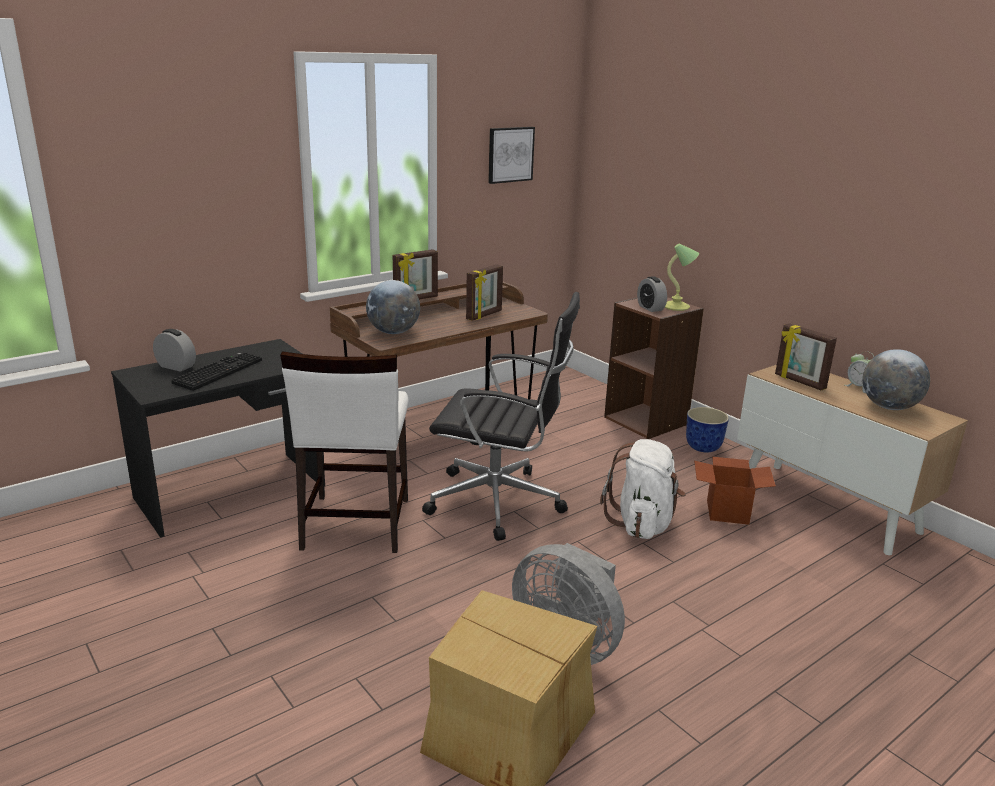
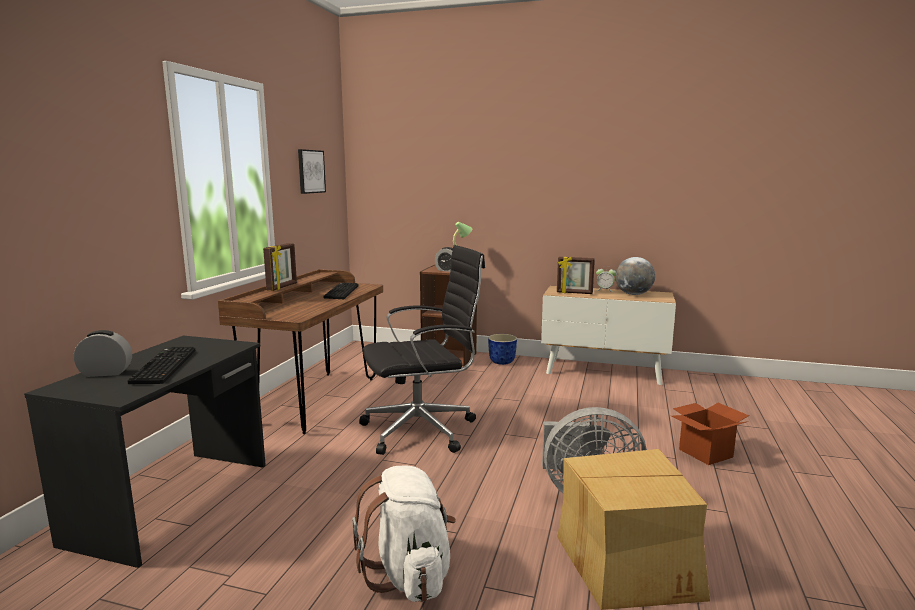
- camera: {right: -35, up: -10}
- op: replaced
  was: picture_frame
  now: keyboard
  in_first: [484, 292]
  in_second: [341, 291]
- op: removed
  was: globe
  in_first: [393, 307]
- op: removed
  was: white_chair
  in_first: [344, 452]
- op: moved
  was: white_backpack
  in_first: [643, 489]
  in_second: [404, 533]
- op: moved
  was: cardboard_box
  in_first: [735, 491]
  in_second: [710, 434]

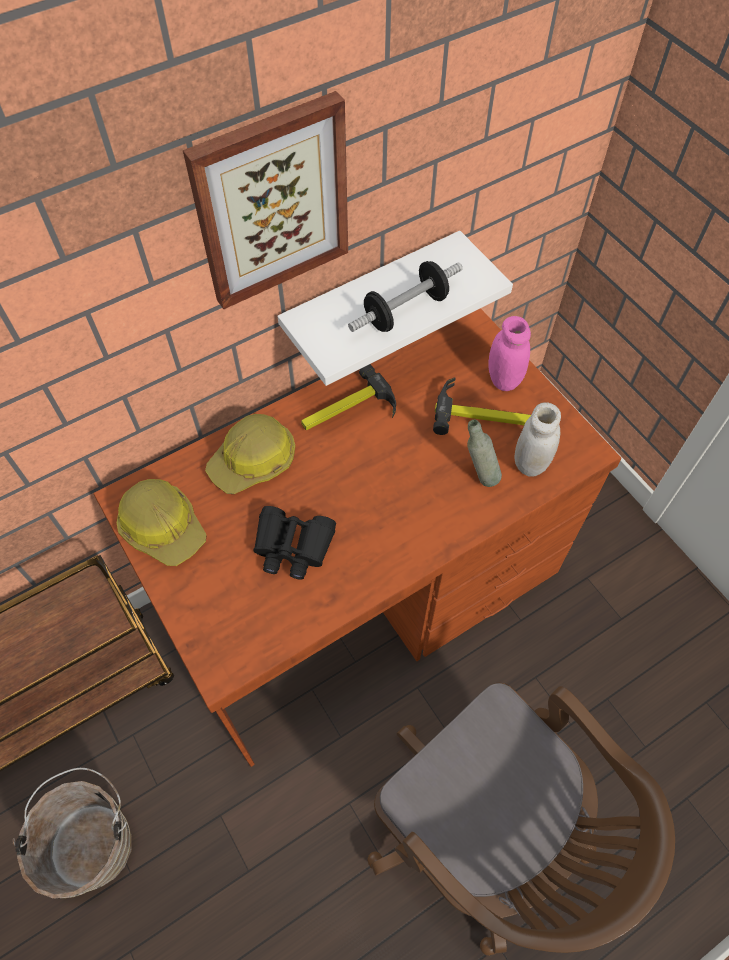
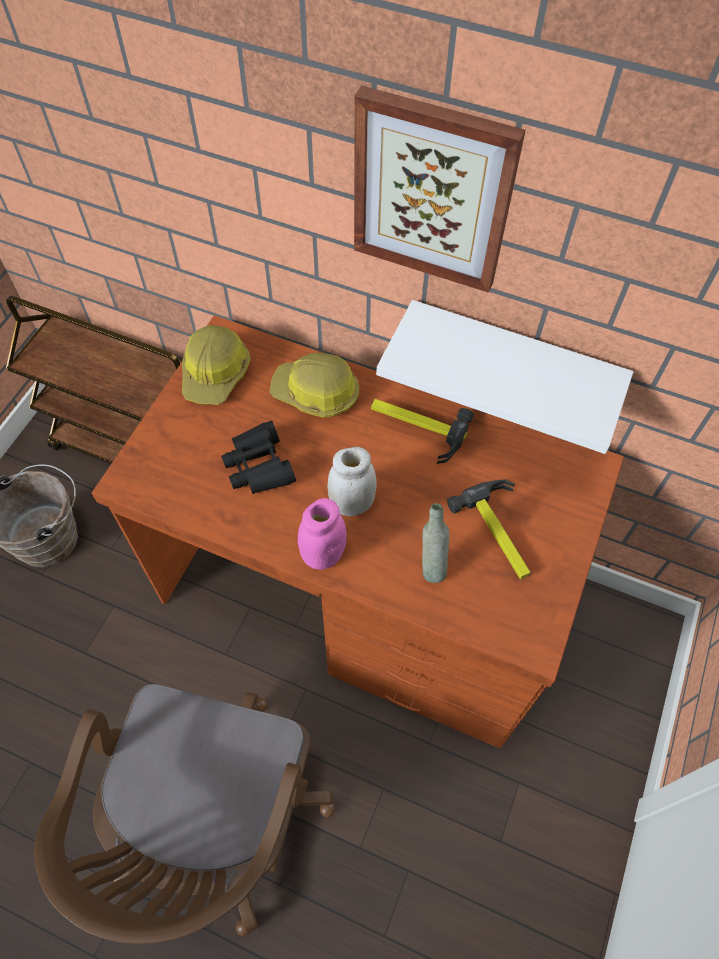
- camera: {right: 55, up: 0}
- op: removed
  was: dumbbell
  in_first: [405, 296]
- op: moved
  was: pink_jar
  in_first: [510, 353]
  in_second: [322, 534]
- op: moved
  was: white_jar
  in_first: [537, 439]
  in_second: [352, 481]

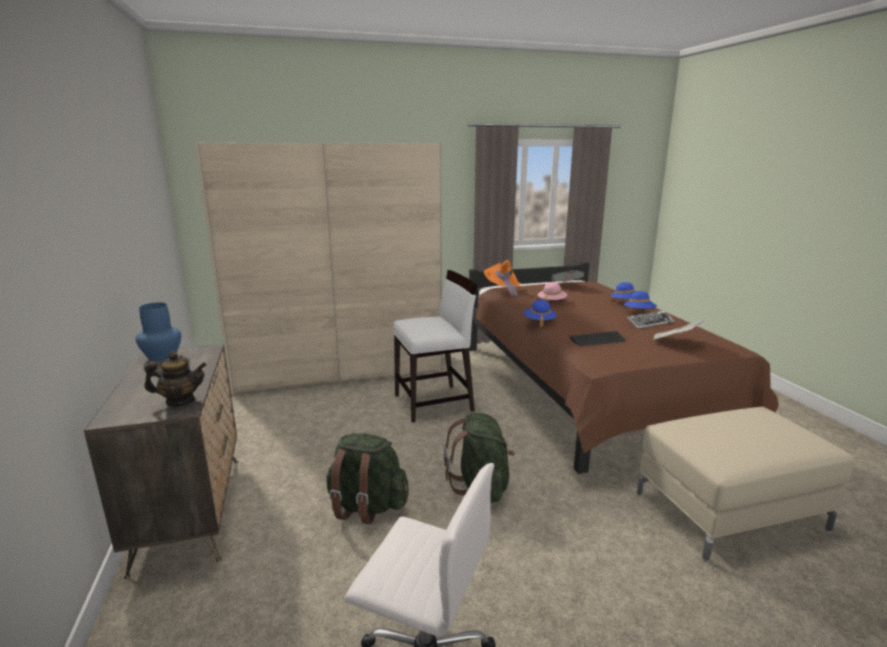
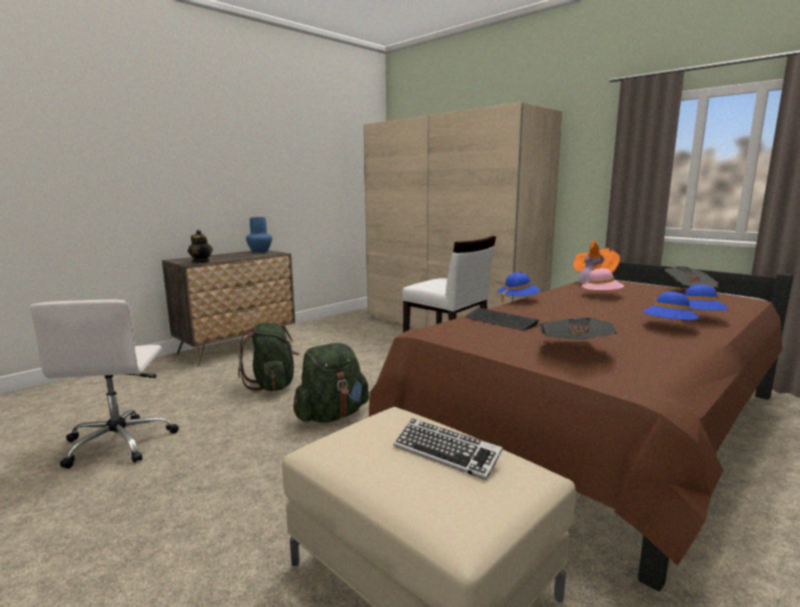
- camera: {right: 60, up: -5}
- op: moved
  was: keyboard
  in_first: [651, 320]
  in_second: [448, 449]

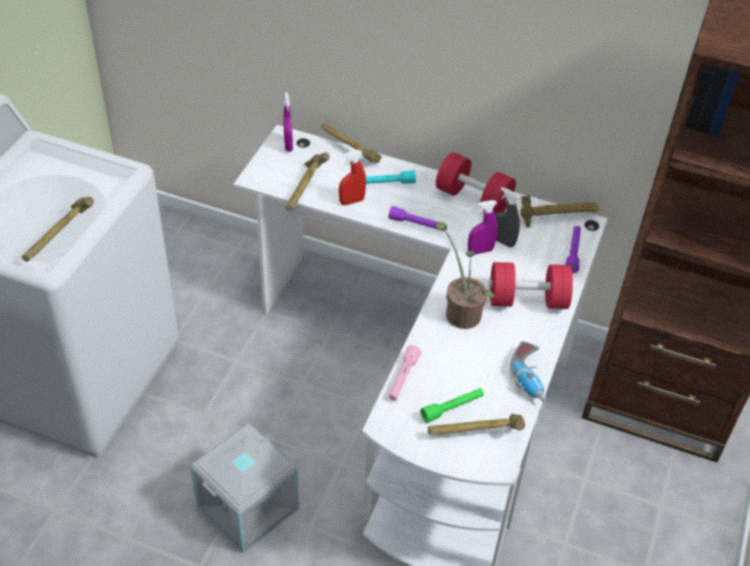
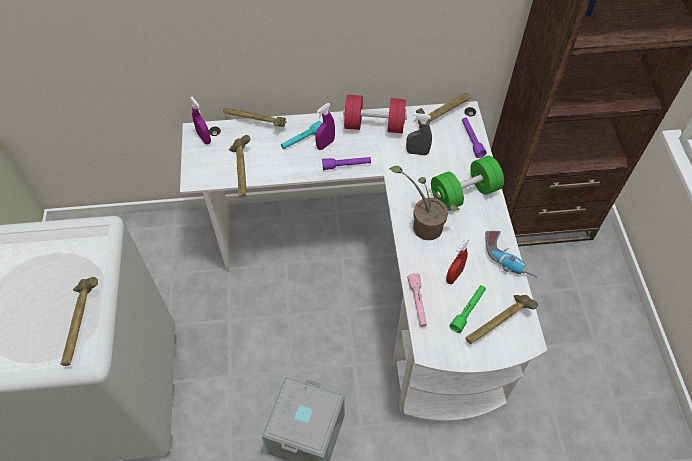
- camera: {right: -25, up: 10}
- op: moved
  was: red_spray_bottle
  in_first: [352, 177]
  in_second: [457, 261]
- op: moved
  was: purple_spray_bottle
  in_first: [483, 227]
  in_second: [325, 126]
- op: recoloured
  was: red_dumbbell
  now: green_dumbbell
  in_first: [531, 285]
  in_second: [467, 183]

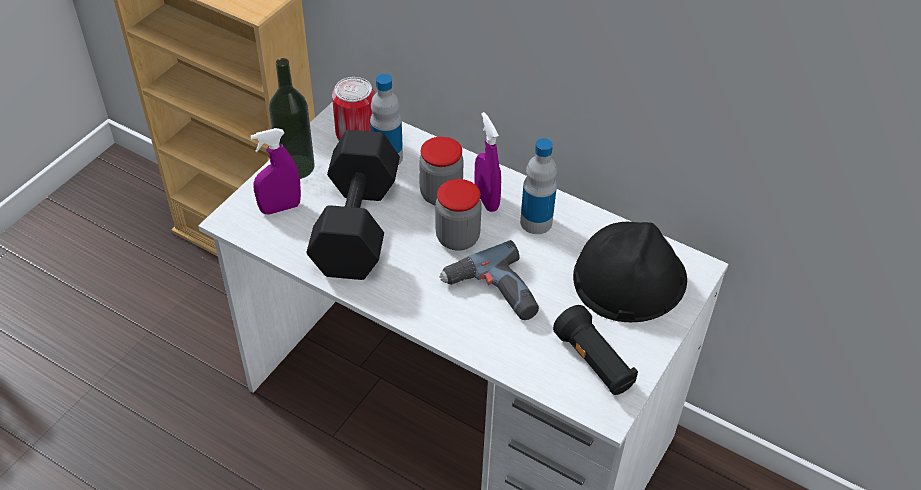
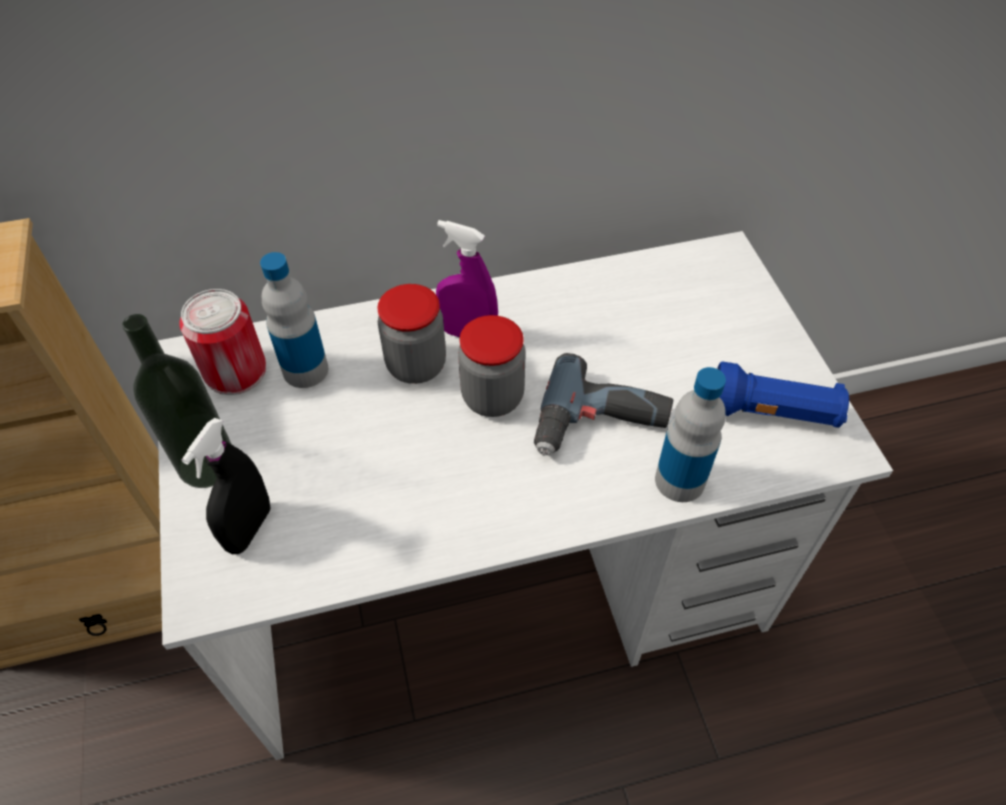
- camera: {right: -45, up: 5}
- op: recoloured
  was: purple_spray_bottle
  now: black_spray_bottle
  in_first: [275, 171]
  in_second: [226, 486]
- op: removed
  was: black_dumbbell
  in_first: [353, 205]
- op: moved
  was: bottle
  in_first: [538, 186]
  in_second: [690, 434]
- op: removed
  was: black_hard_hat
  in_first: [630, 272]
- op: recoloured
  was: black_flashlight
  now: blue_flashlight
  in_first: [595, 350]
  in_second: [783, 394]

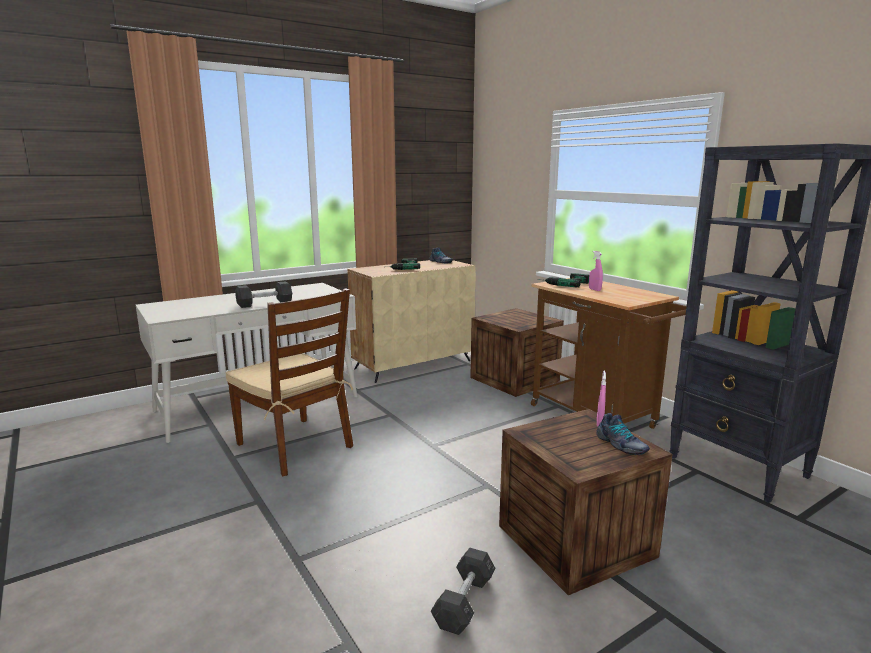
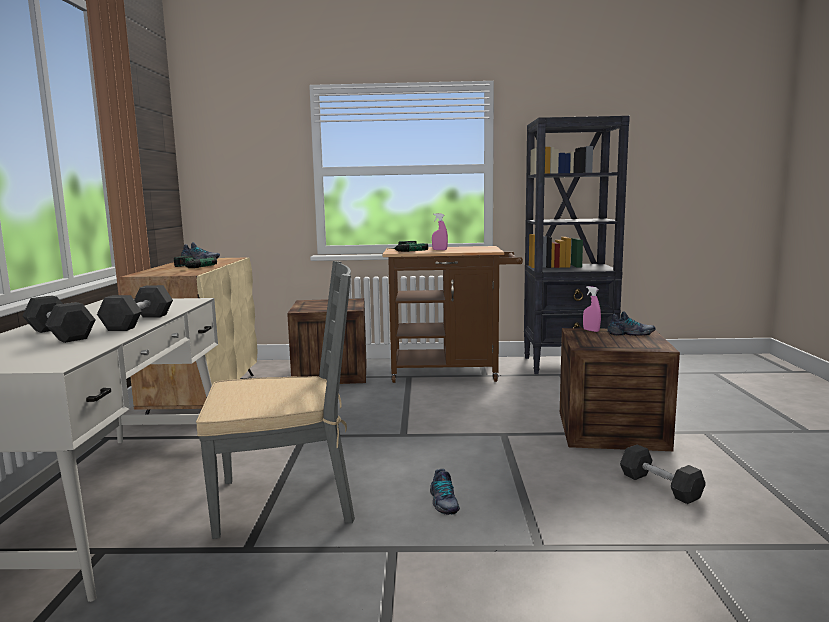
- camera: {right: -55, up: -5}
- op: recoloured
  was: brown_chair
  now: grey_chair
  in_first: [289, 382]
  in_second: [275, 400]
- op: added
  now: grey_dumbbell
  in_second: [59, 319]
- op: added
  now: shoe
  in_second: [445, 492]

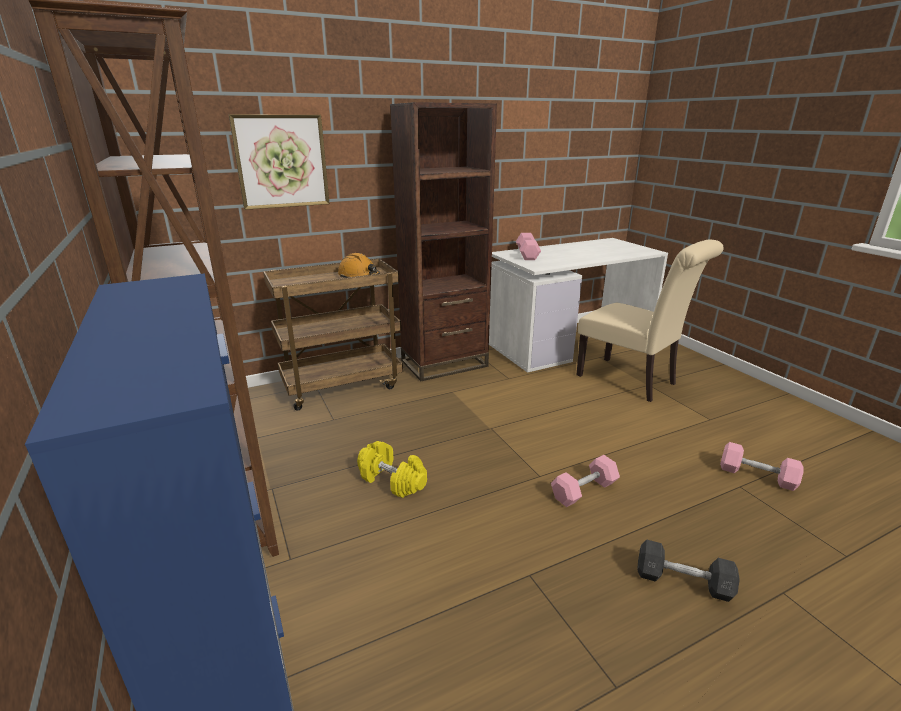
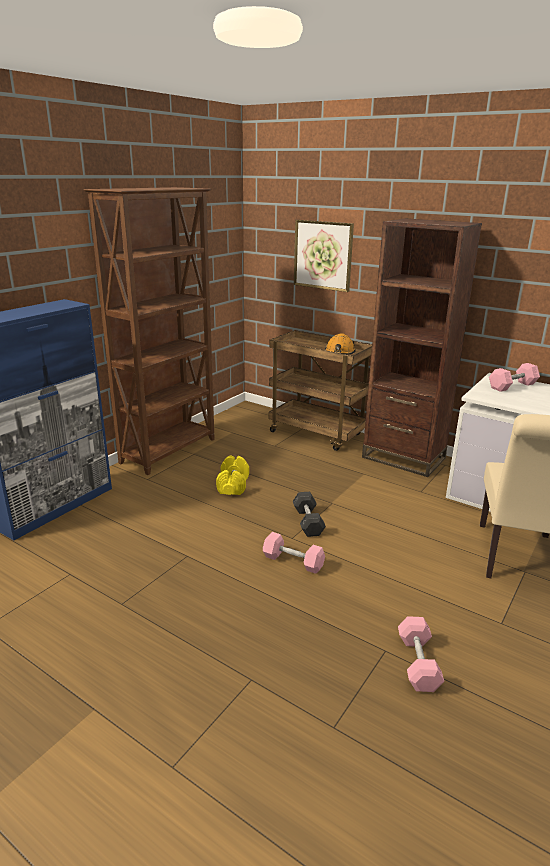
- camera: {right: 60, up: 0}
- op: moved
  was: grey_dumbbell
  in_first: [688, 570]
  in_second: [309, 514]

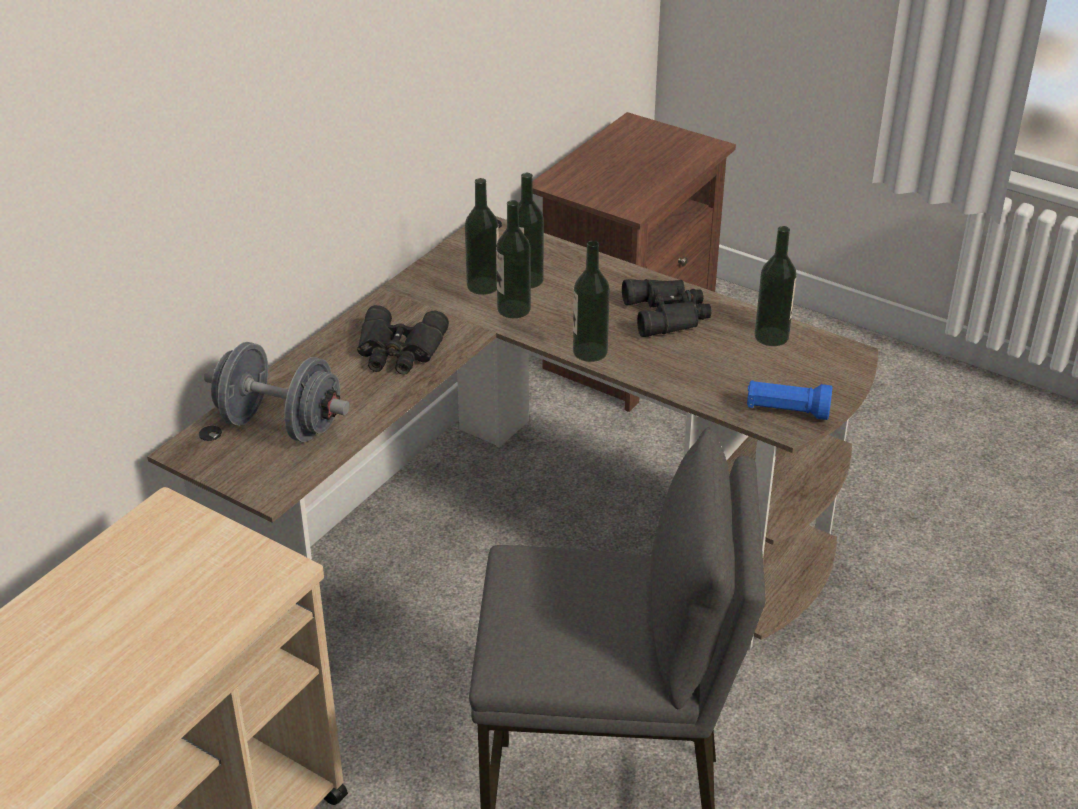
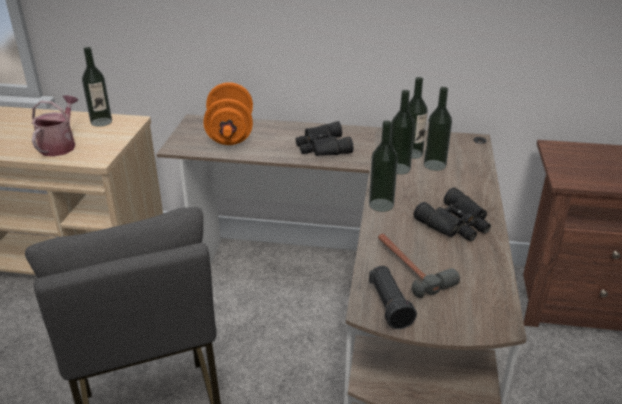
- camera: {right: 65, up: -5}
- op: moved
  was: bottle
  in_first: [776, 286]
  in_second: [97, 87]
- op: recoloured
  was: grey_dumbbell
  now: orange_dumbbell
  in_first: [277, 392]
  in_second: [228, 113]
- op: recoloured
  was: blue_flashlight
  now: black_flashlight
  in_first: [789, 400]
  in_second: [393, 297]
- op: added
  now: watering_can
  in_second: [55, 126]
- op: added
  now: hammer
  in_second: [419, 266]

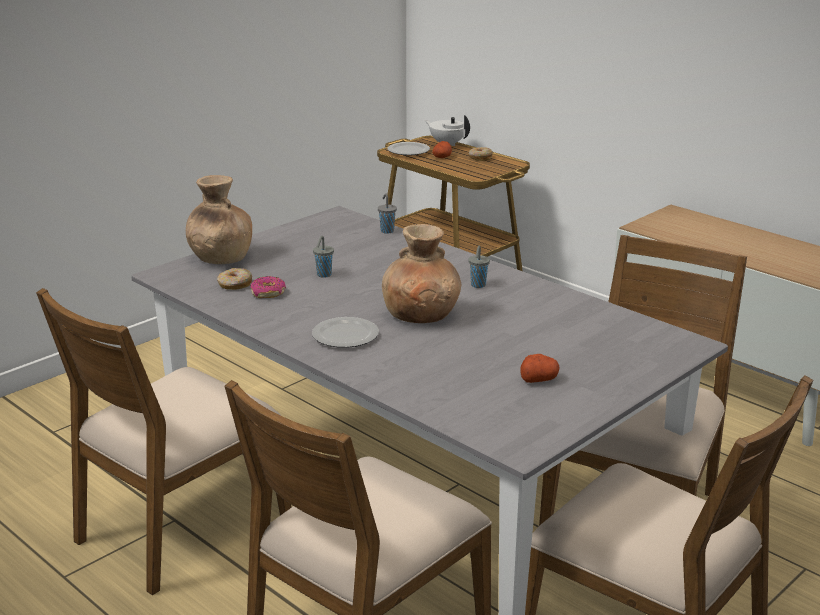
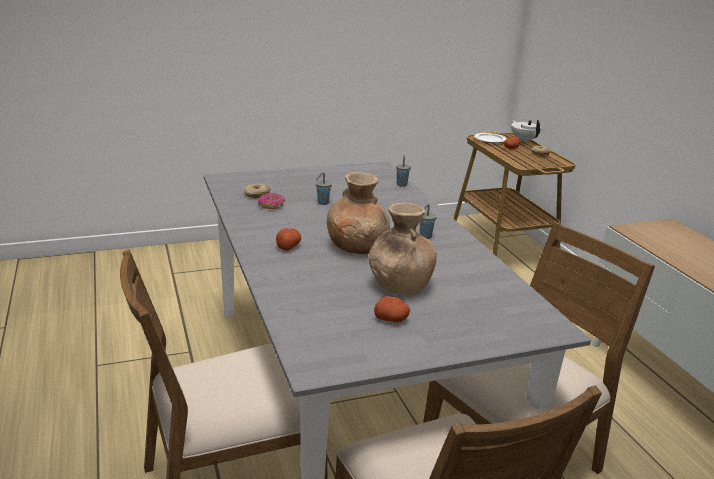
- camera: {right: 25, up: 0}
- op: moved
  was: brown_vase
  in_first: [219, 219]
  in_second: [403, 248]
- op: removed
  was: brown_chair
  in_first: [164, 441]
- op: replaced
  was: plate
  now: potato
  in_first: [345, 332]
  in_second: [288, 239]

